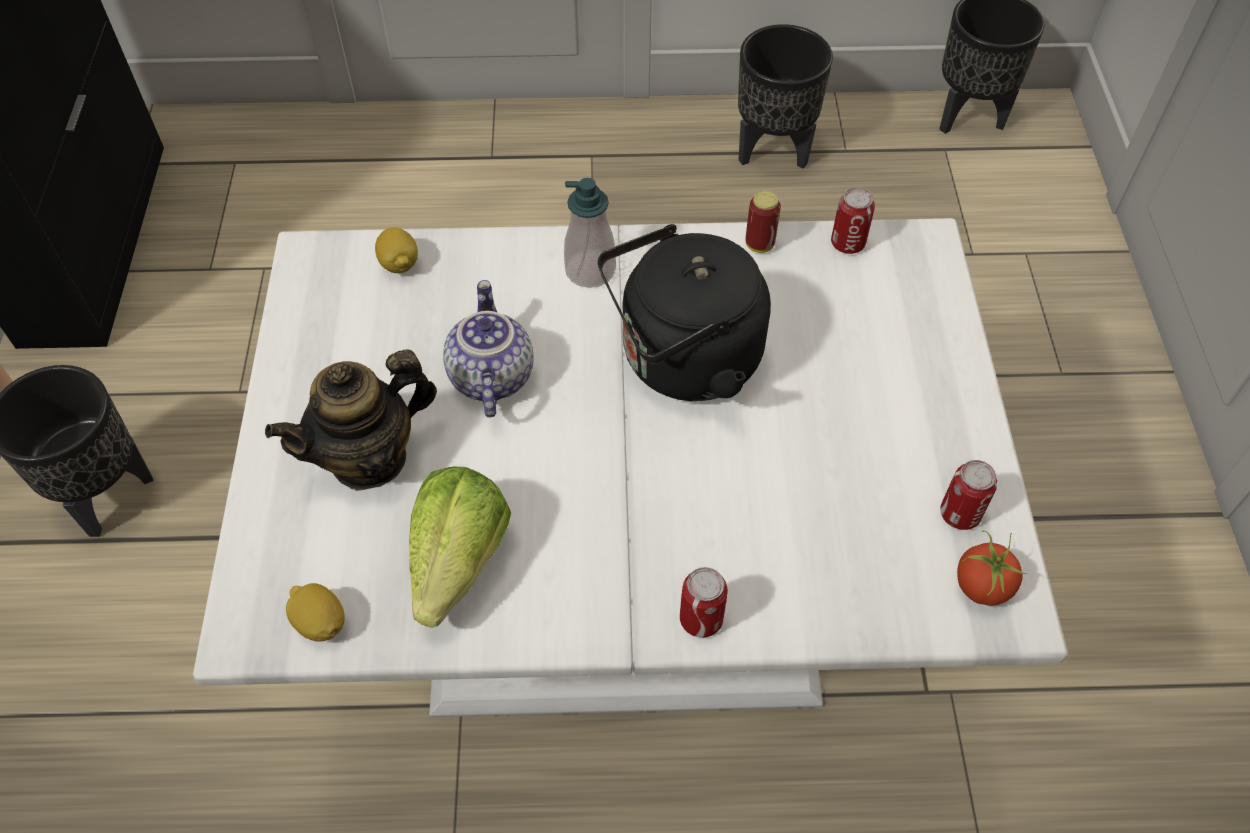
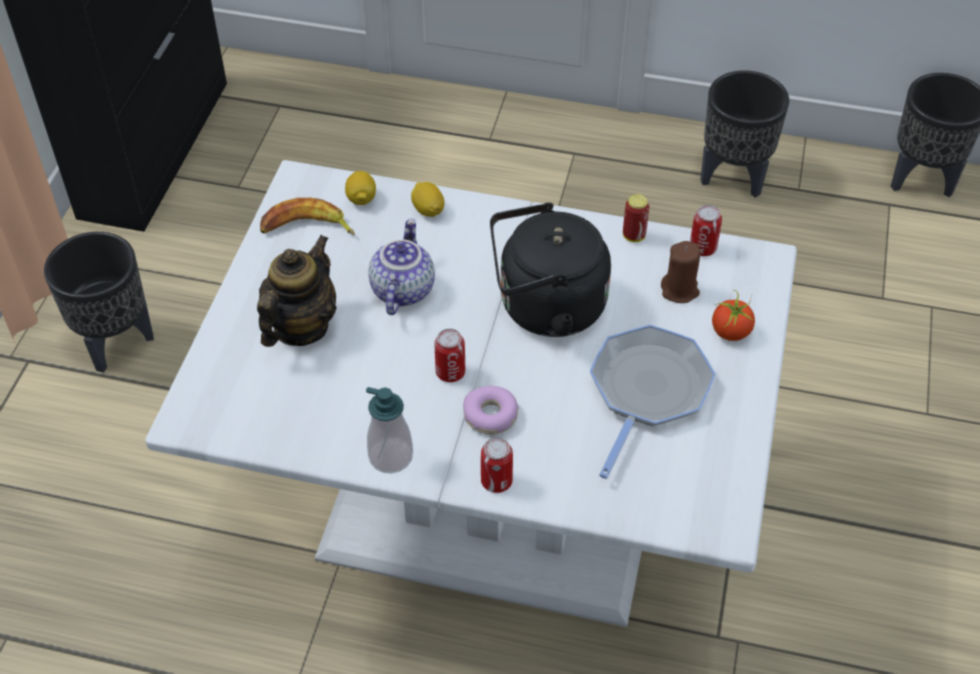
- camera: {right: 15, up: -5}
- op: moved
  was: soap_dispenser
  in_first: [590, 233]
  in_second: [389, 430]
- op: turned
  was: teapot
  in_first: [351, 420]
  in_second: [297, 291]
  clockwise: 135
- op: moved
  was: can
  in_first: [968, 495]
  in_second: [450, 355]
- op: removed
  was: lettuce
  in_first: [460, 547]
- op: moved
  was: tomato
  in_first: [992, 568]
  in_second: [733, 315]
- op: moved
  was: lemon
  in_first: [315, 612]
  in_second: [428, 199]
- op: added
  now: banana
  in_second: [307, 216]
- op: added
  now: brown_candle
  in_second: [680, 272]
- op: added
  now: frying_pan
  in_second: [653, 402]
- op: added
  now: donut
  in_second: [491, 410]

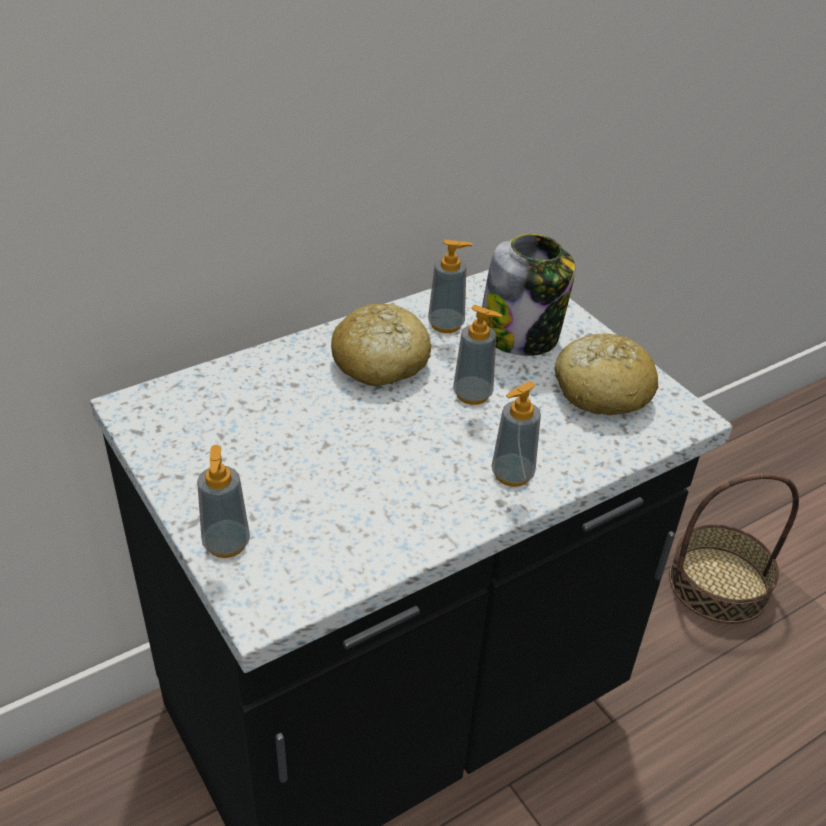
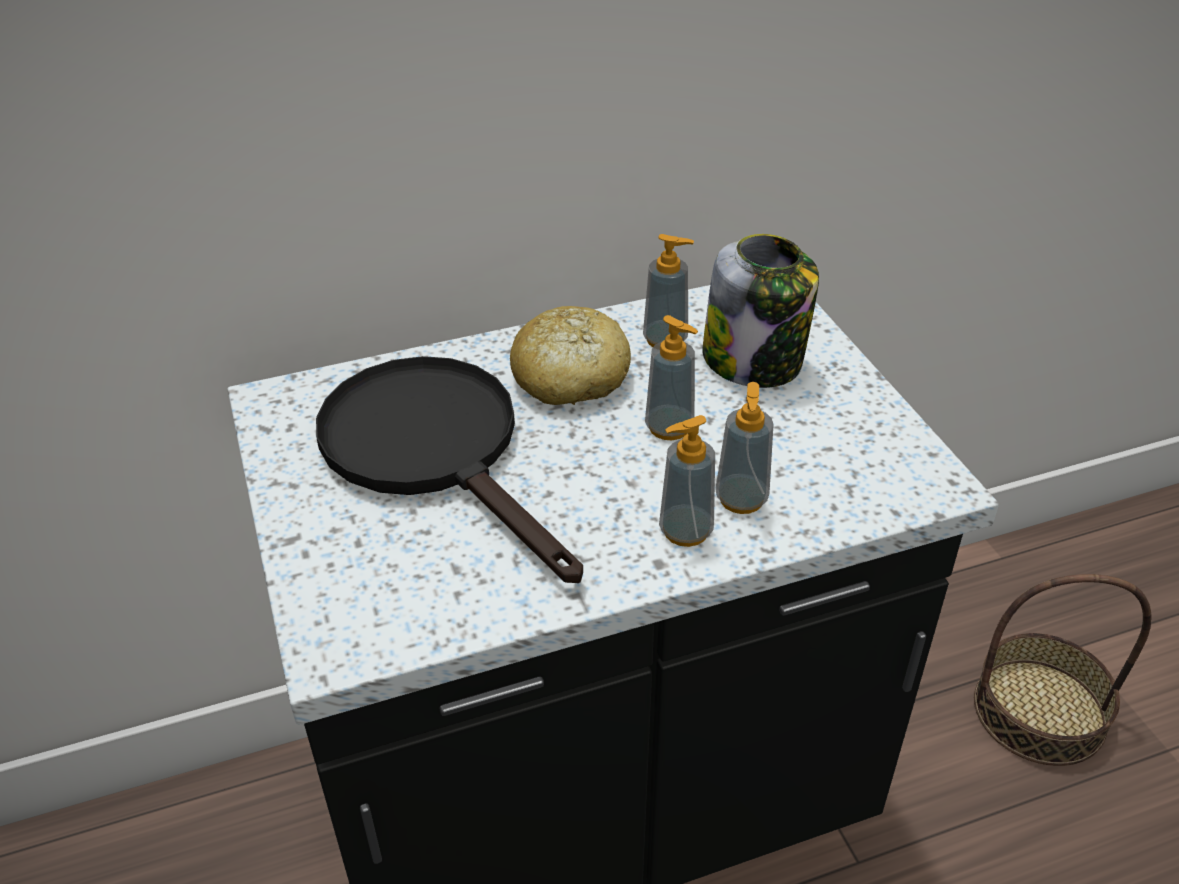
- camera: {right: 15, up: 0}
- op: removed
  was: bread
  in_first: [606, 374]
- op: moved
  was: soap_dispenser
  in_first: [223, 501]
  in_second: [744, 448]
- op: added
  now: black_frying_pan
  in_second: [449, 469]

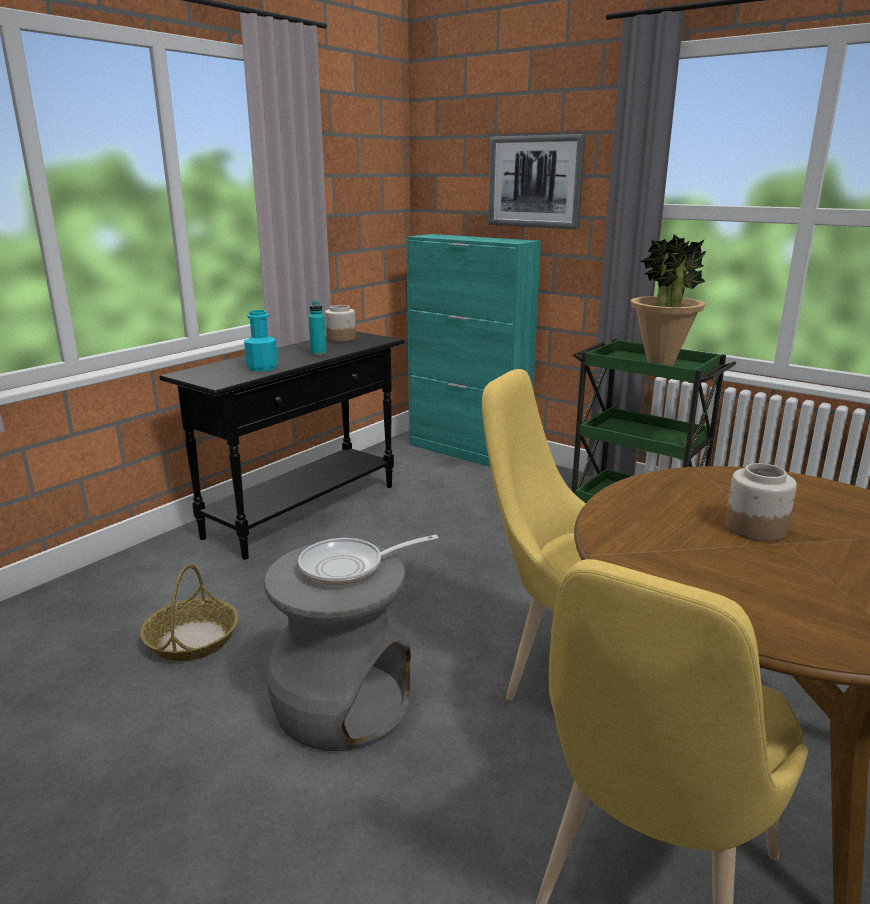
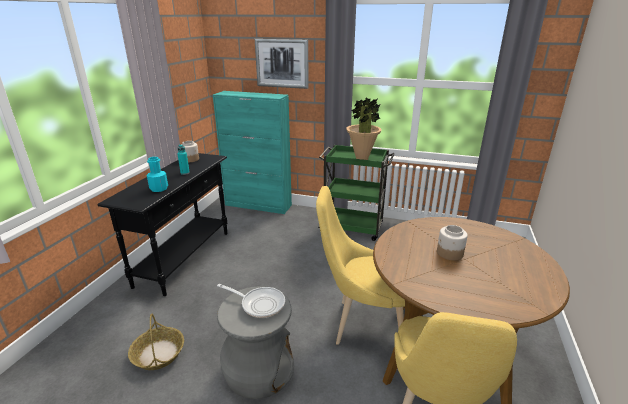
- camera: {right: -20, up: 5}
- op: turned
  was: frying_pan
  in_first: [368, 560]
  in_second: [251, 301]
  clockwise: -120

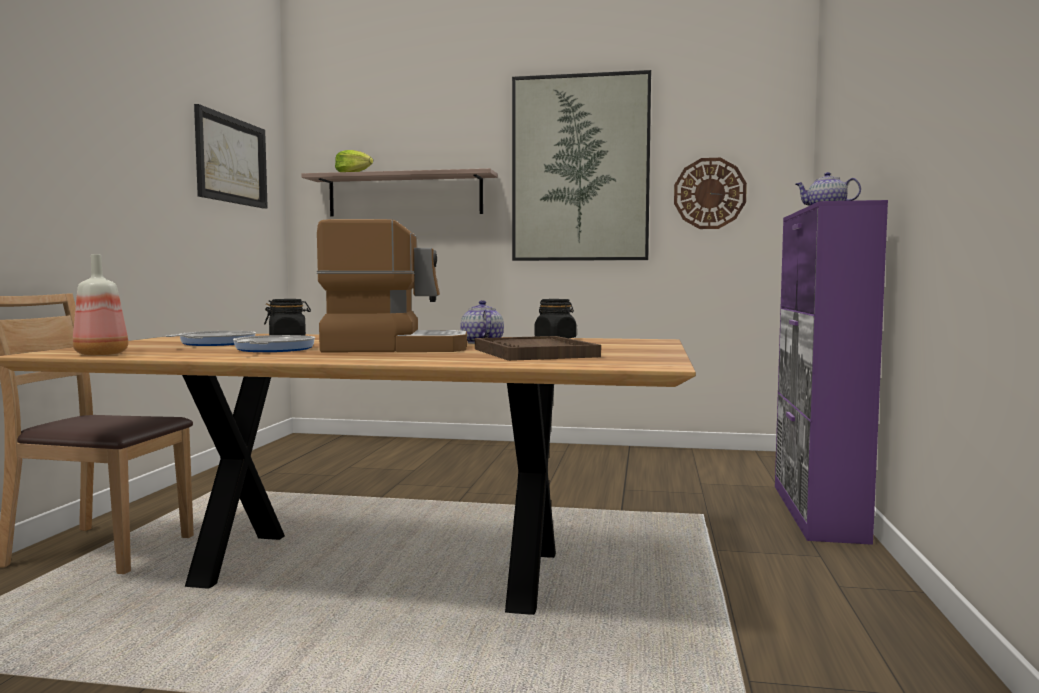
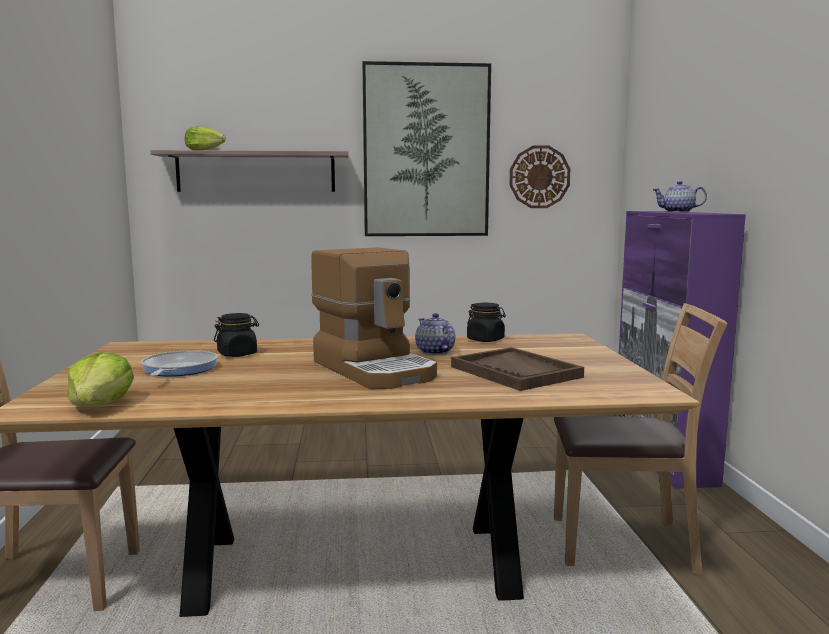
- camera: {right: -15, up: 5}
- op: removed
  was: picture
  in_first: [231, 156]
- op: turned
  was: coffee_machine
  in_first: [392, 286]
  in_second: [374, 318]
  clockwise: 75
- op: replaced
  was: bottle
  now: lettuce
  in_first: [100, 305]
  in_second: [100, 379]
- op: removed
  was: frying_pan
  in_first: [274, 343]
- op: added
  now: brown_chair
  in_second: [640, 439]

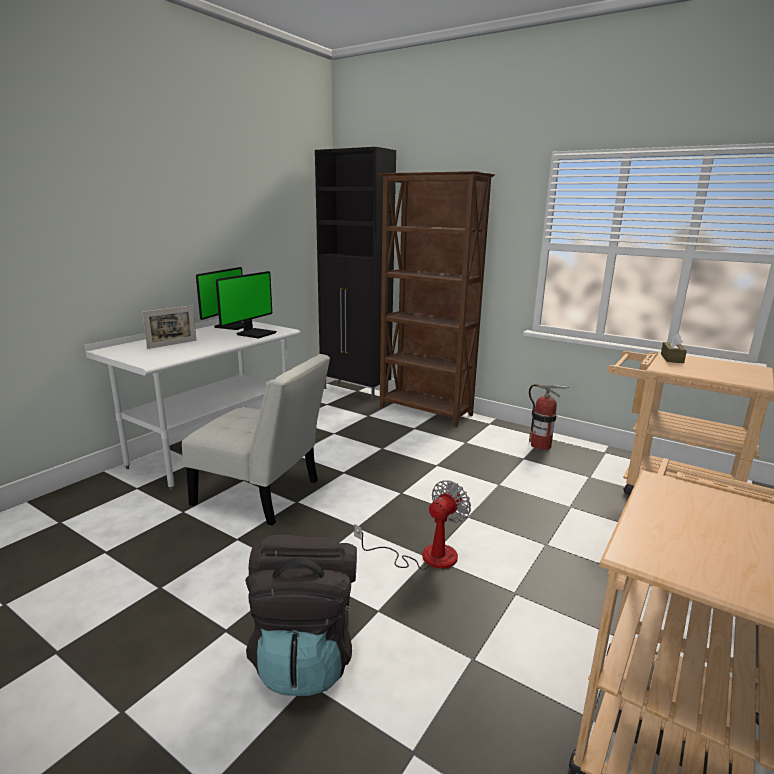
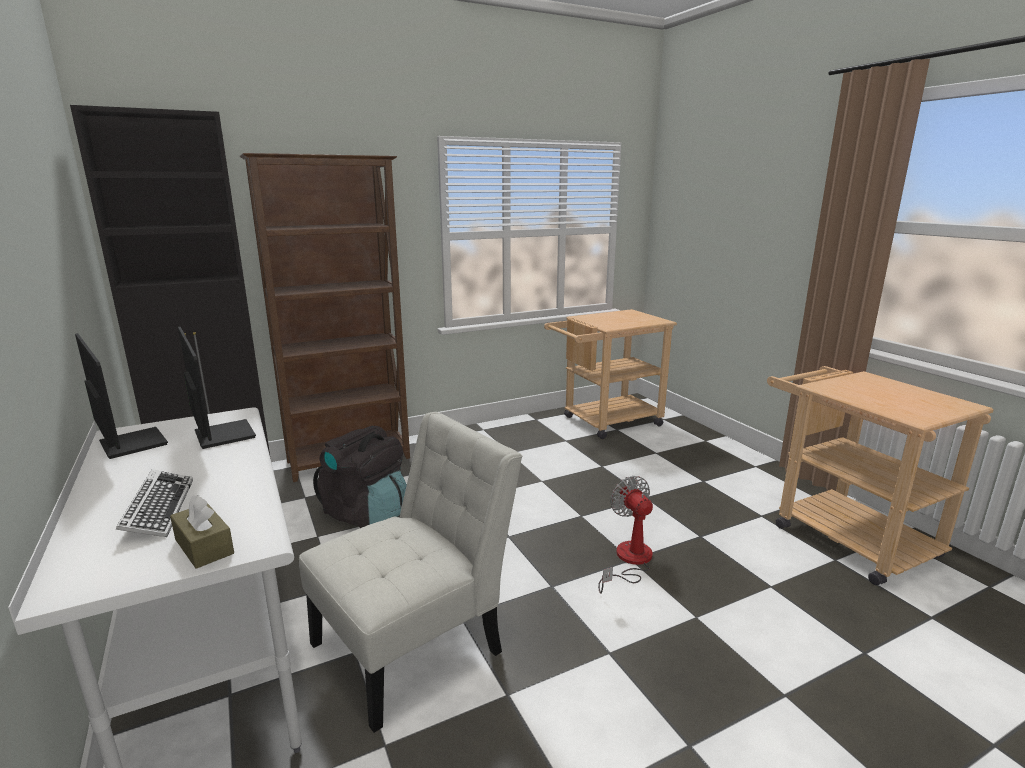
- camera: {right: -60, up: 0}
- op: replaced
  was: picture_frame
  now: keyboard
  in_first: [169, 327]
  in_second: [154, 503]
- op: moved
  was: brown_tissue_box
  in_first: [674, 348]
  in_second: [202, 532]
- op: removed
  was: fire_extinguisher
  in_first: [548, 417]
- op: moved
  was: black_backpack
  in_first: [301, 615]
  in_second: [360, 477]

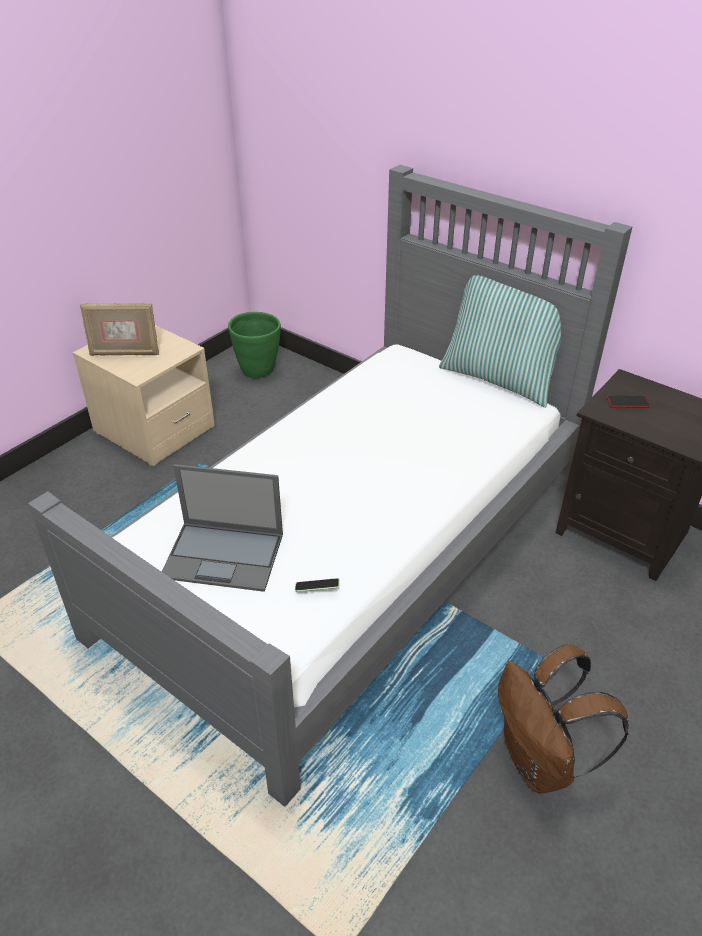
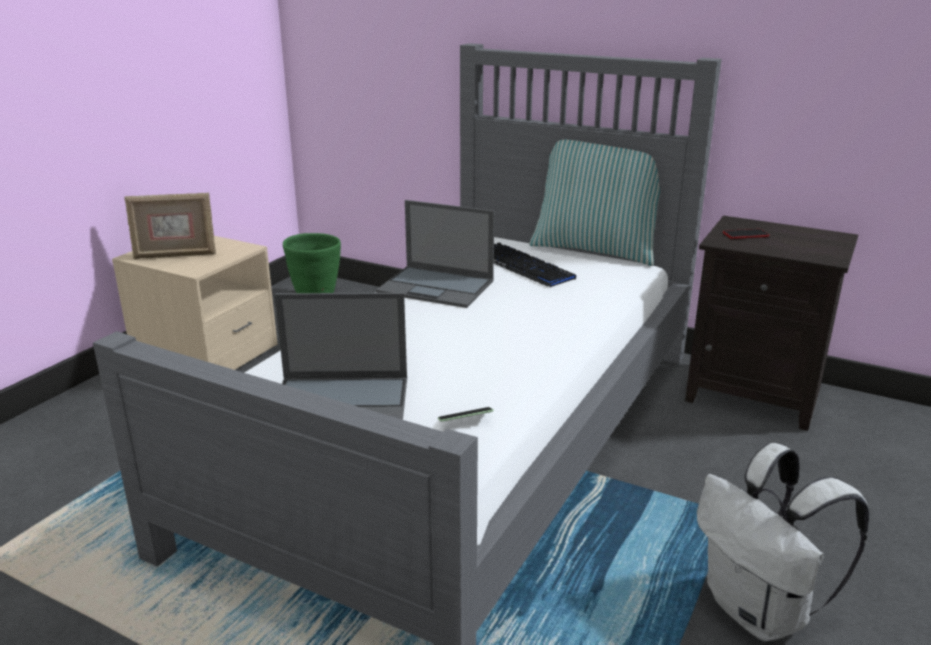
- camera: {right: -10, up: -15}
- op: recoloured
  was: brown_backpack
  now: white_backpack
  in_first: [563, 718]
  in_second: [783, 542]
- op: added
  now: laptop
  in_second: [435, 254]
- op: added
  now: keyboard
  in_second: [535, 264]

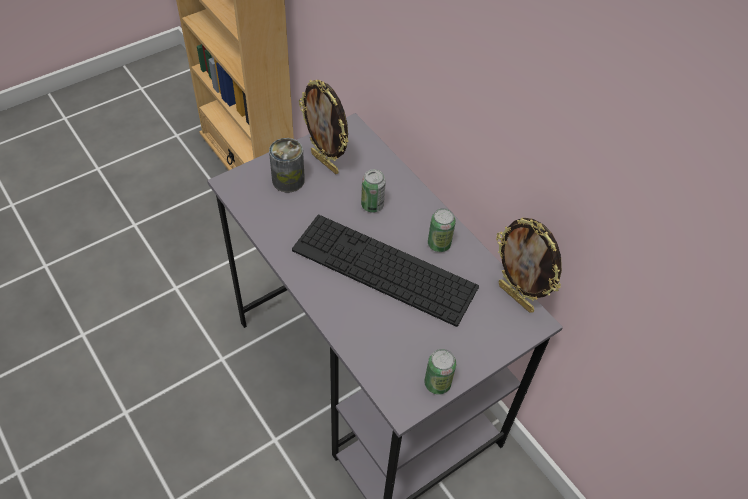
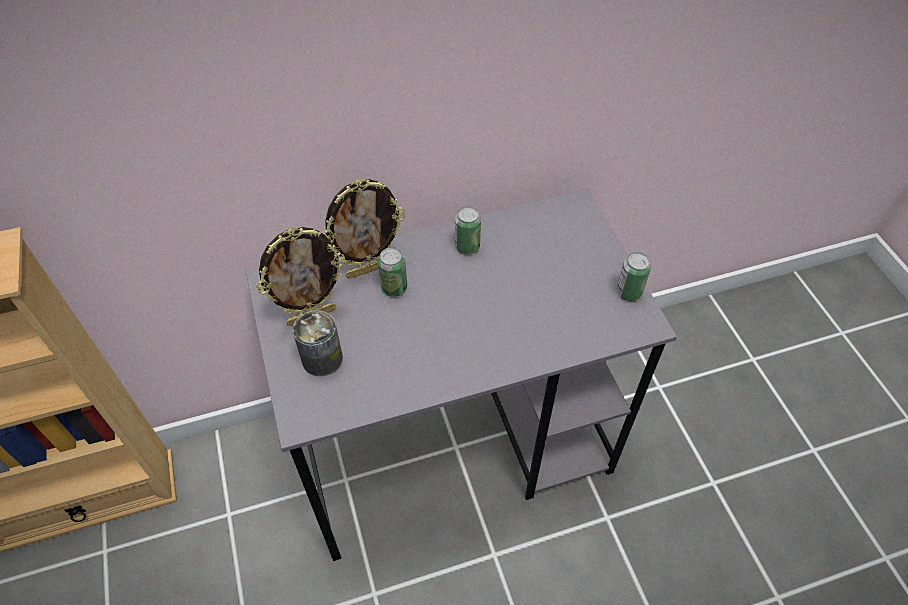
- camera: {right: -70, up: 0}
- op: removed
  was: keyboard
  in_first: [385, 271]
- op: moved
  was: picture_frame
  in_first: [529, 265]
  in_second: [364, 229]

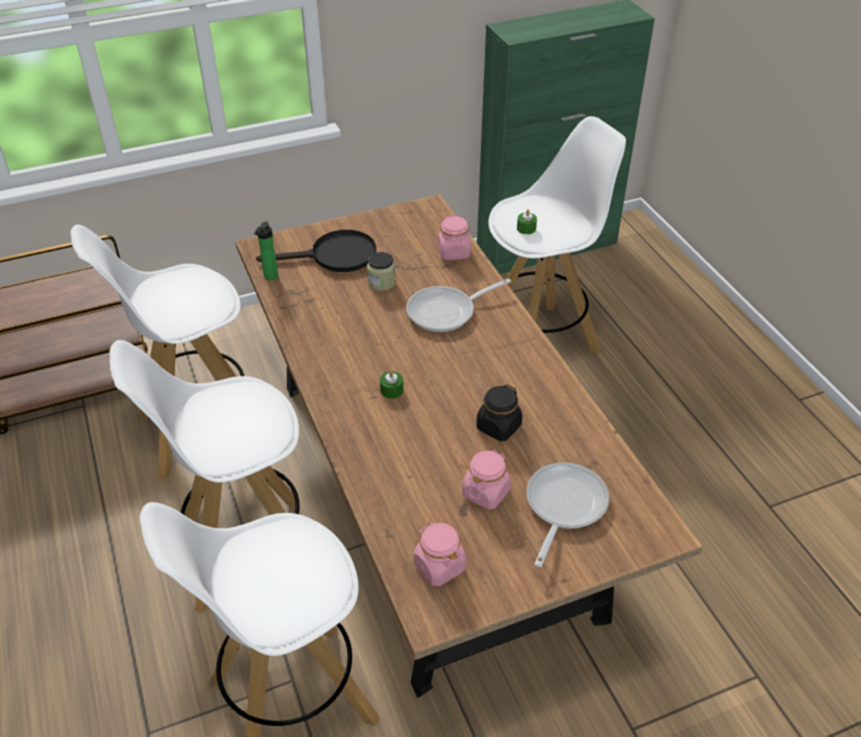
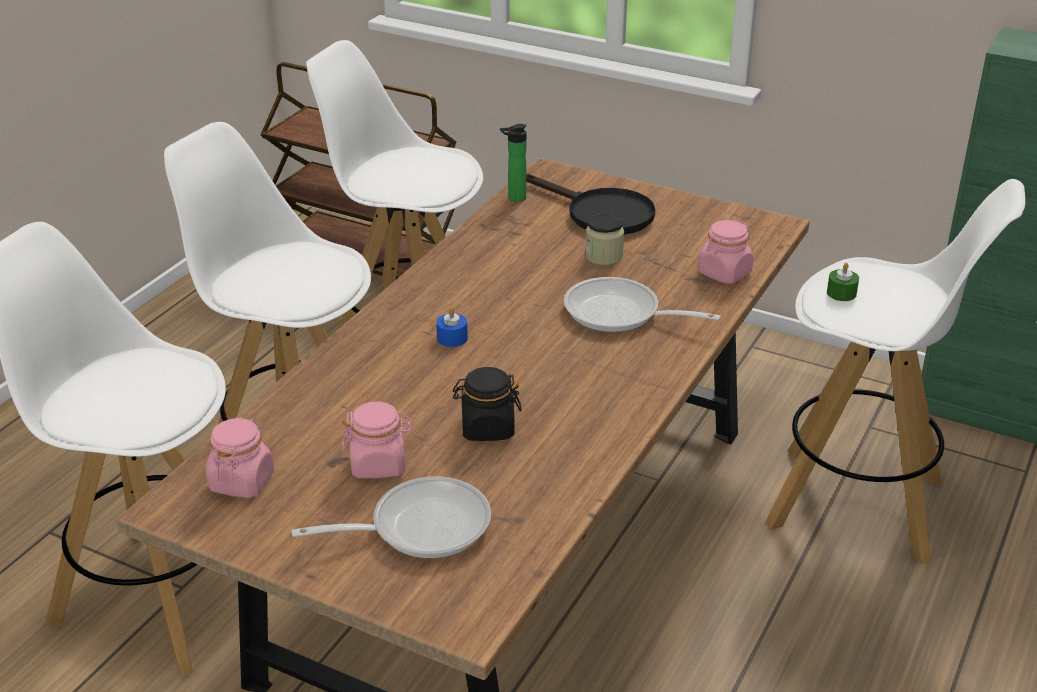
- camera: {right: 50, up: -10}
- op: recoloured
  was: green_candle
  now: blue_candle
  in_first: [391, 384]
  in_second: [452, 327]

